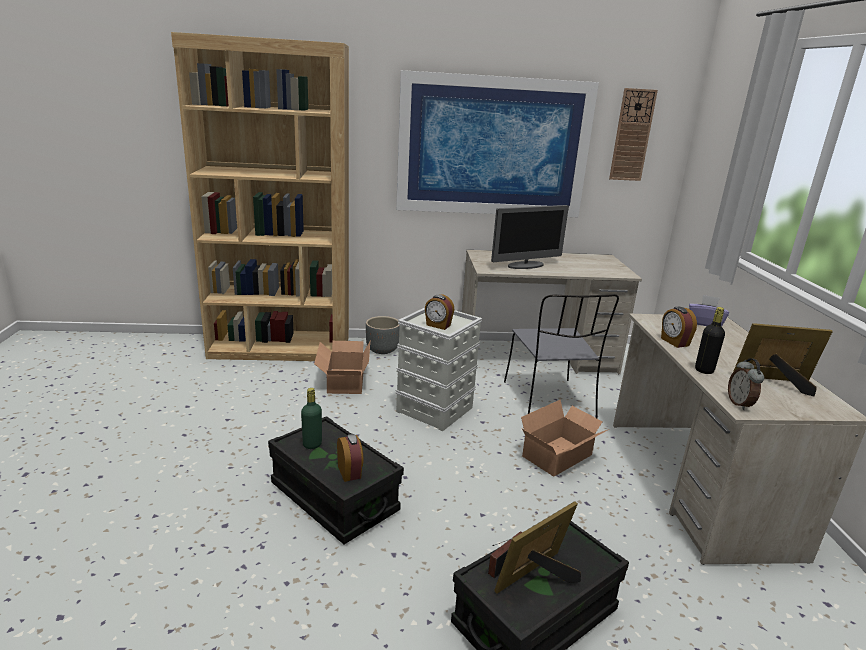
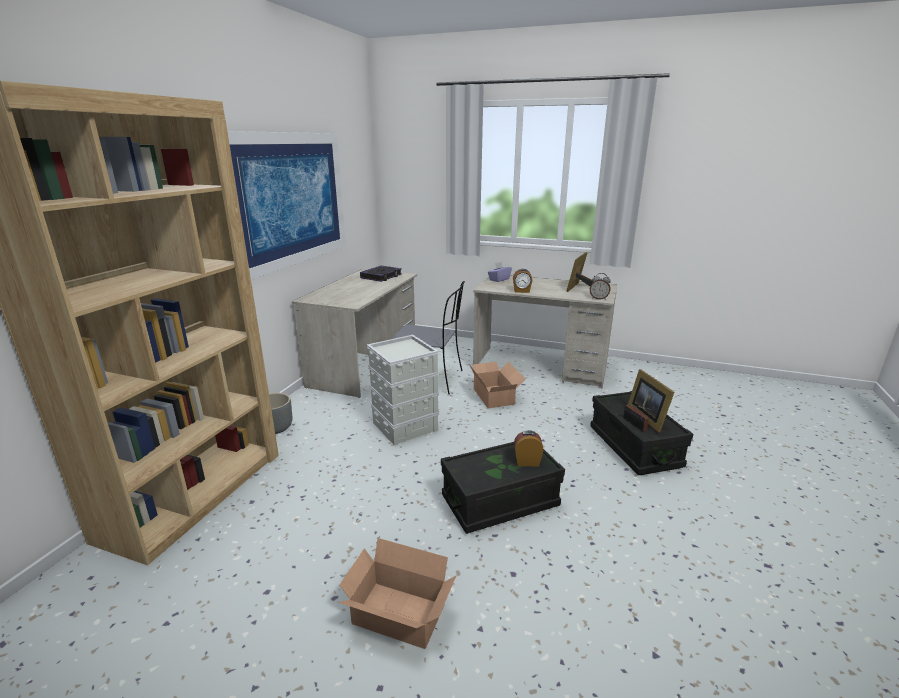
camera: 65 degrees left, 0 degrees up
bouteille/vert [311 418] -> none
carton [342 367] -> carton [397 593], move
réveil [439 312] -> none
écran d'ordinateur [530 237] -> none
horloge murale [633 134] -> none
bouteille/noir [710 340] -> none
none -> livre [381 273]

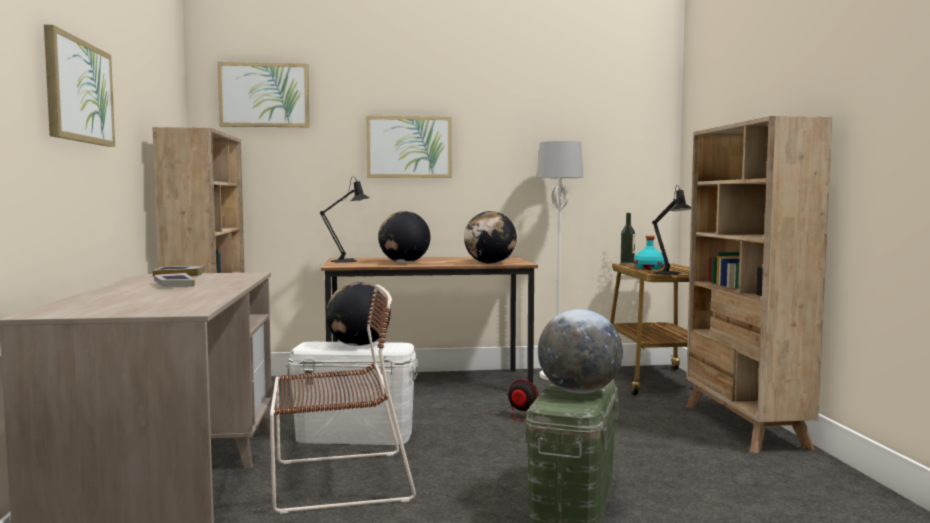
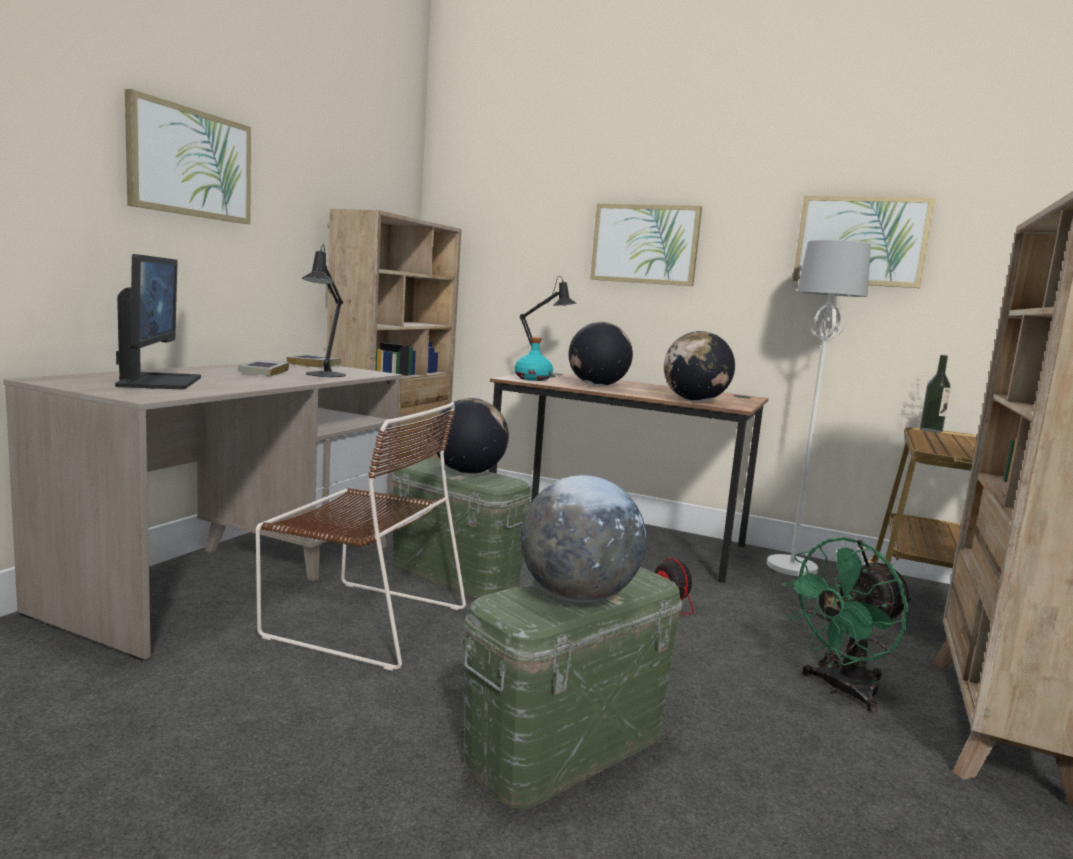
camera: 30 degrees right, 5 degrees up
tableau [263 94] -> tableau [864 241], move
boîte de rangement/blanc [352 393] -> boîte de rangement/vert [462 528]
bouteille/turquoise [649 253] -> bouteille/turquoise [534 359], move
lampe de table/noir [671 230] -> lampe de table/noir [324 311], move
none -> écran d'ordinateur [158 321]
none -> ventilateur/vert [847 625]

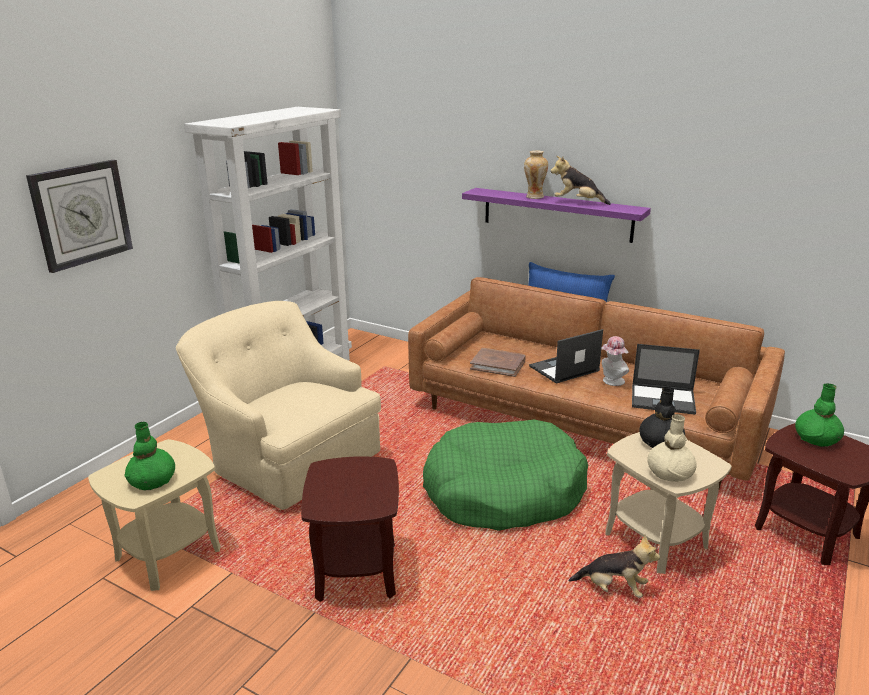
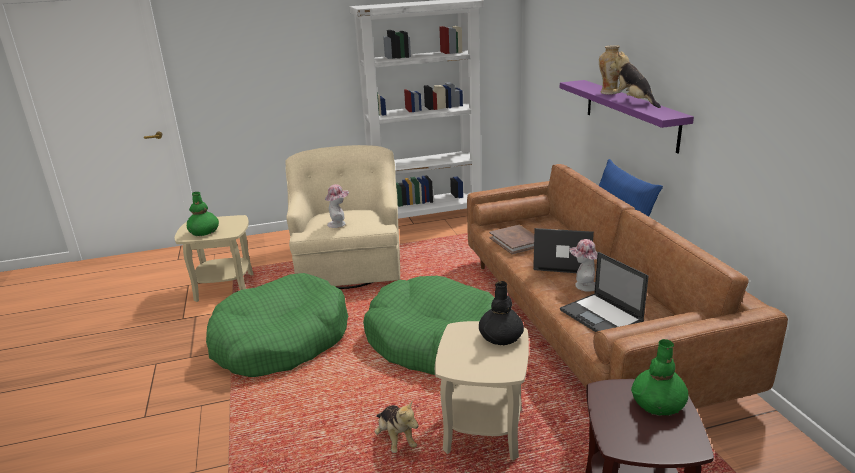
camera: 45 degrees right, 0 degrees up
horloge murale [79 216] -> none
table d'appoint/marron [350 529] -> panier pour chien/vert [277 325]
vase/beige [672 448] -> none
none -> chapeau [337 206]

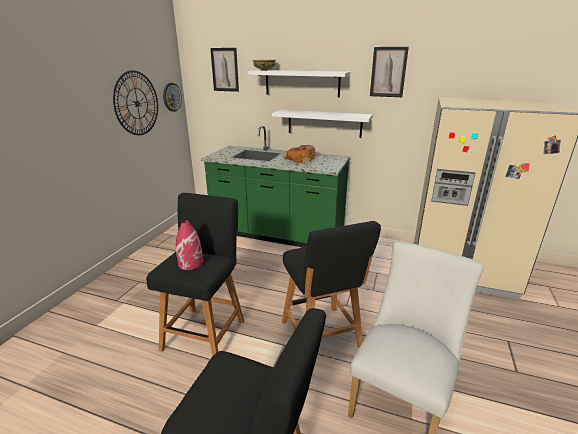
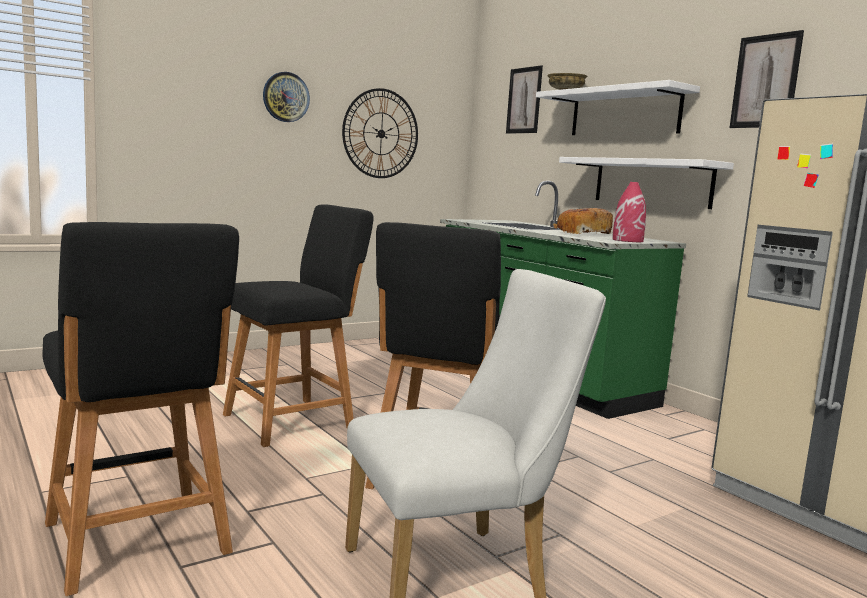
camera: 35 degrees right, 15 degrees down
horloge murale [172 97] -> horloge murale [286 97], move
vase/rouge [189 245] -> vase/rouge [629 212], move

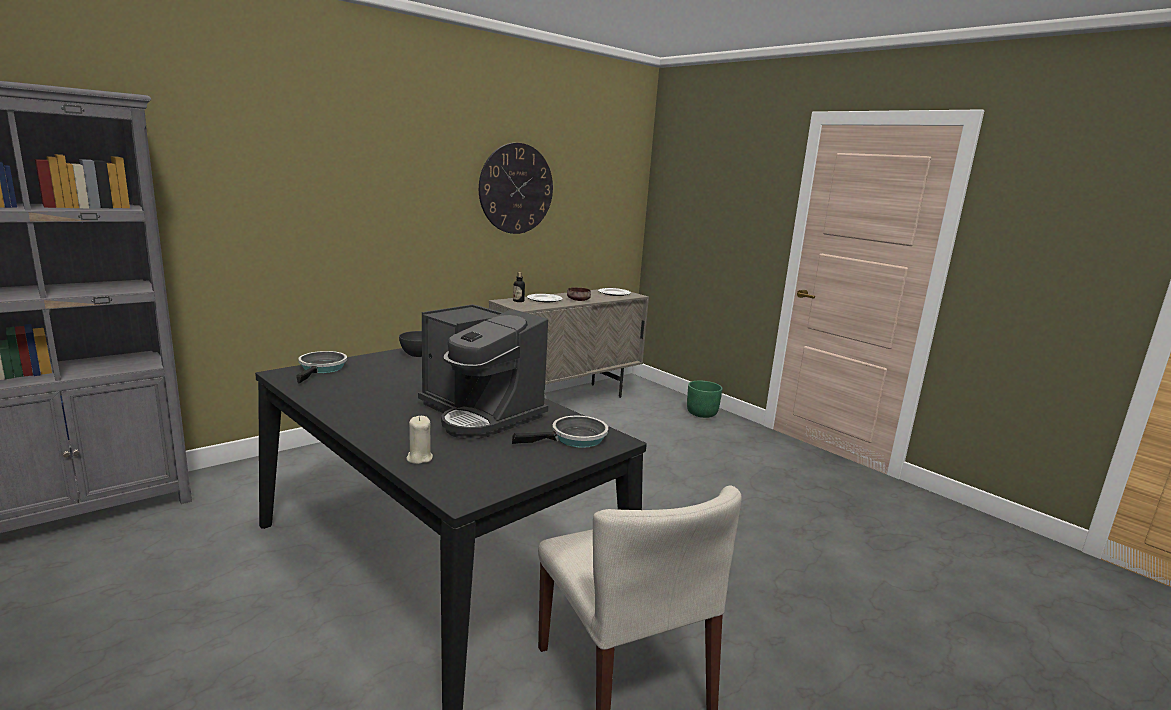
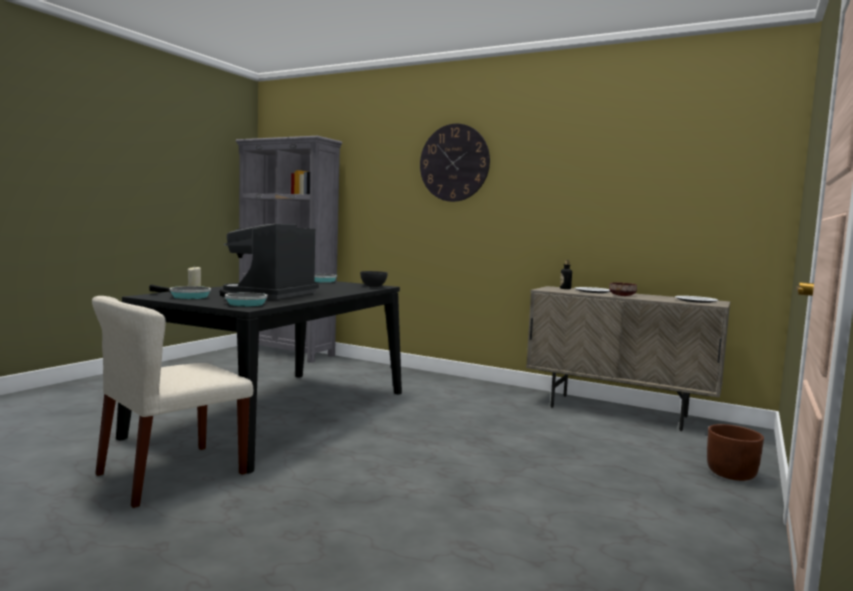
camera: 70 degrees right, 10 degrees down
horloge murale [516 188] -> horloge murale [455 162], move
cache-pot/vert [705 399] -> cache-pot/marron [735 452]
none -> poêle [180 291]

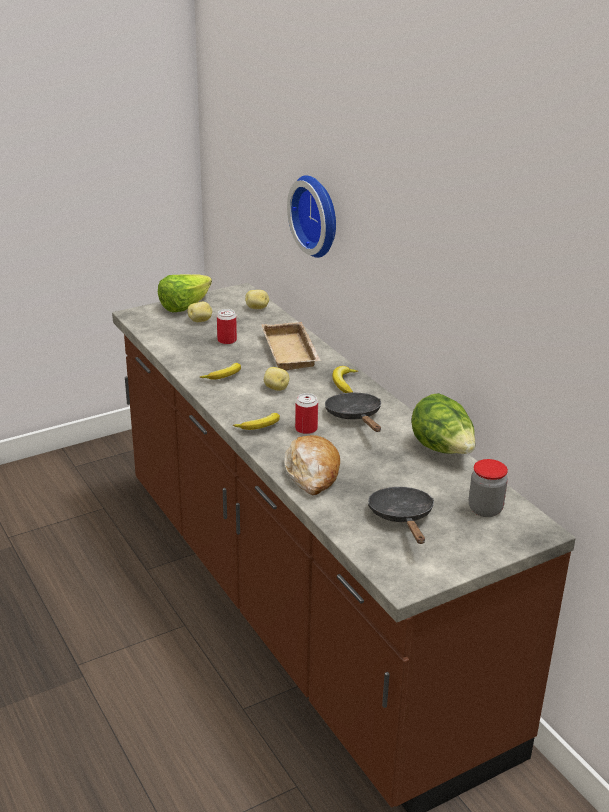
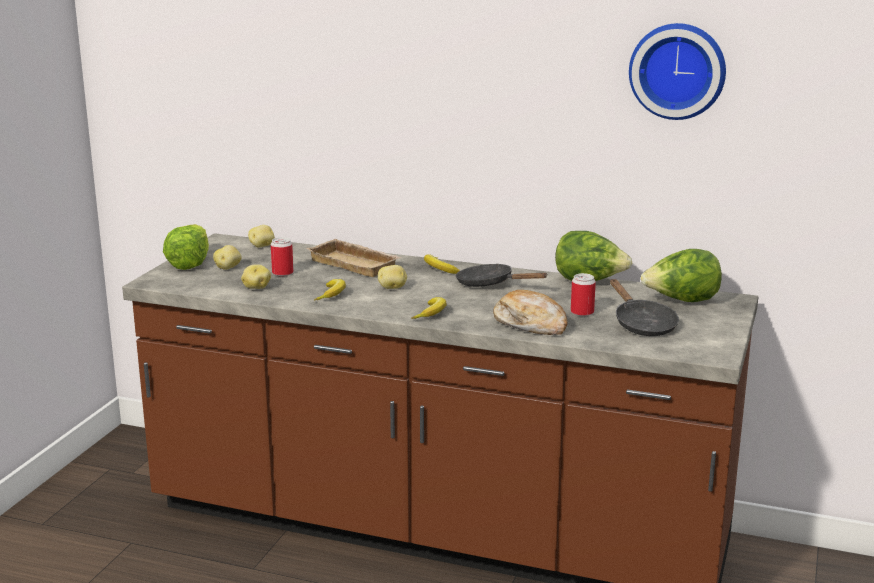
camera: 40 degrees left, 10 degrees down
horloge murale [311 216] -> horloge murale [677 71], move
boîte métallique [306 413] -> boîte métallique [583 294], move
poêle/noir [401 515] -> poêle/noir [644 307], 150 degrees counterclockwise
bocal [488 488] -> laitue [681 275]
none -> pomme de terre [256 276]

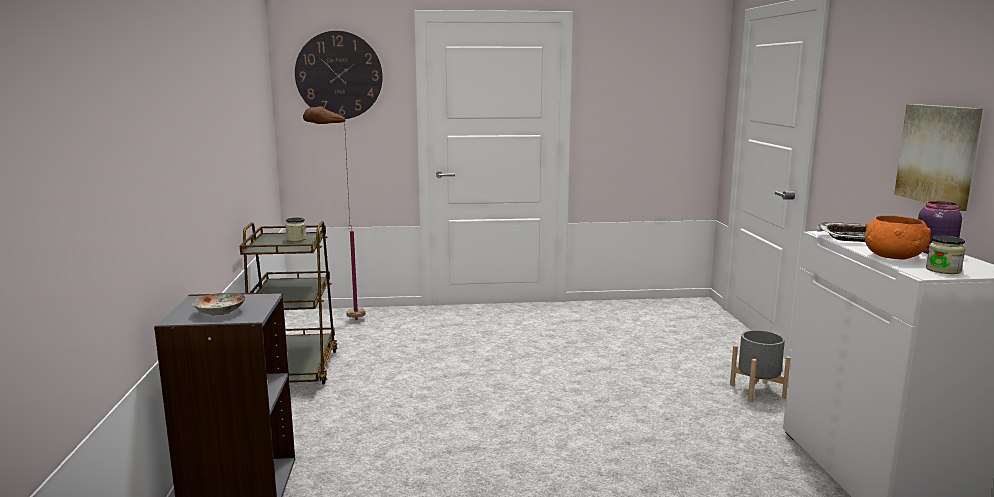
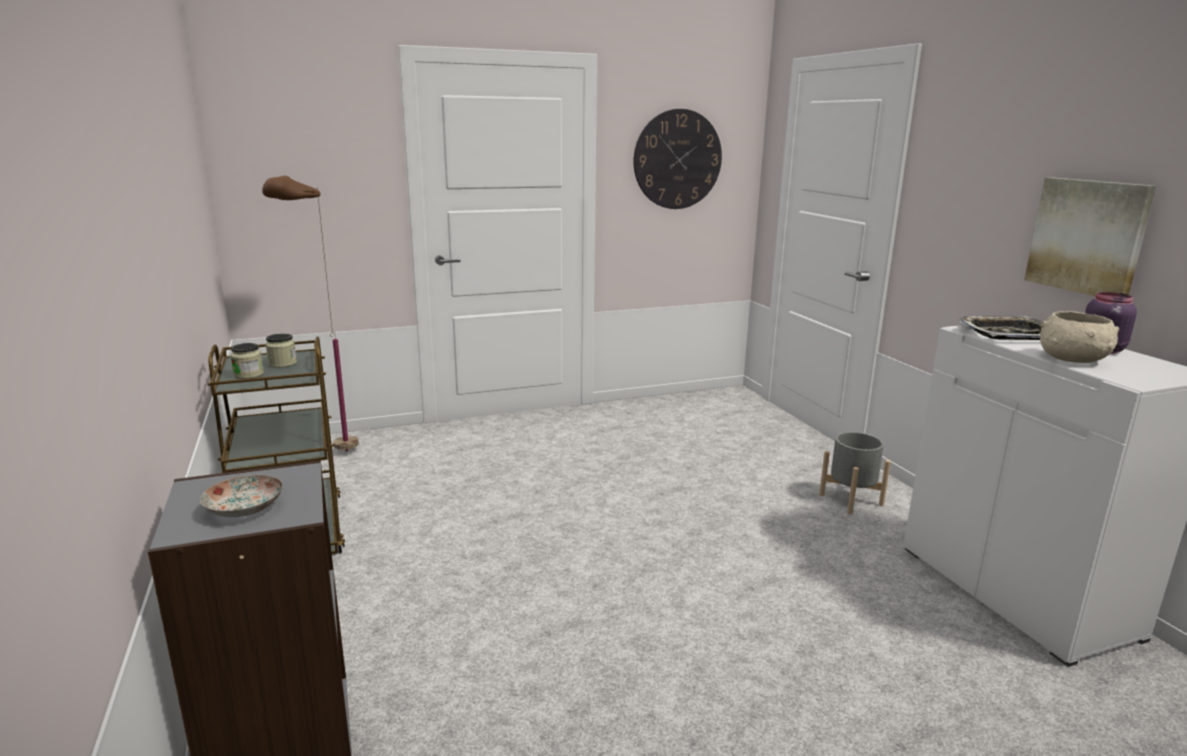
camera: 15 degrees left, 5 degrees up
horloge murale [339 75] -> horloge murale [678 159], move
bol/orange [898 237] -> bol/beige [1079 337]
bocal [945 254] -> bocal [247 361], move

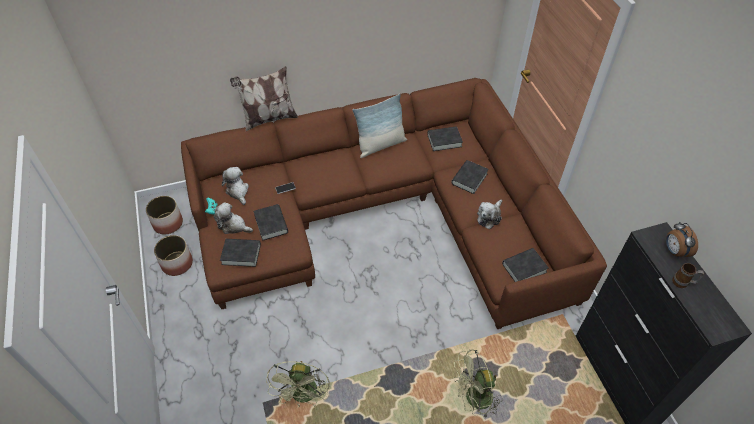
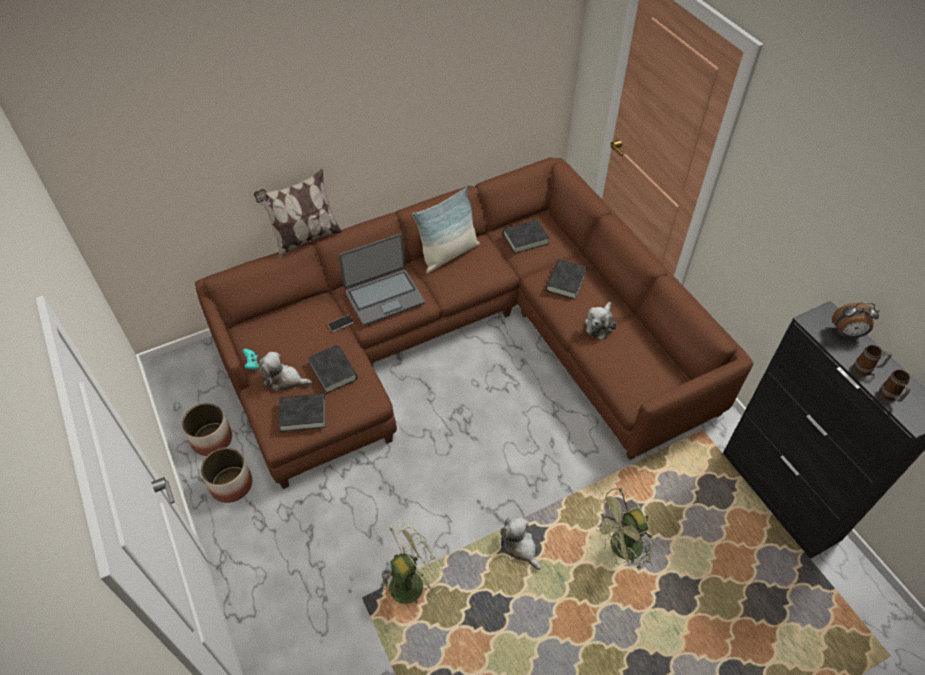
camera: 10 degrees left, 0 degrees up
cache-pot [164 215] -> cache-pot [226 475], move
peluche [235 186] -> peluche [521 543], move
ventilateur/vert [298 384] -> ventilateur/vert [412 561], 120 degrees counterclockwise
livre/noir [525 265] -> none
réveil [682 240] -> réveil [856 320], 60 degrees counterclockwise
none -> ordinateur portable [382 279]
none -> mug [895 385]

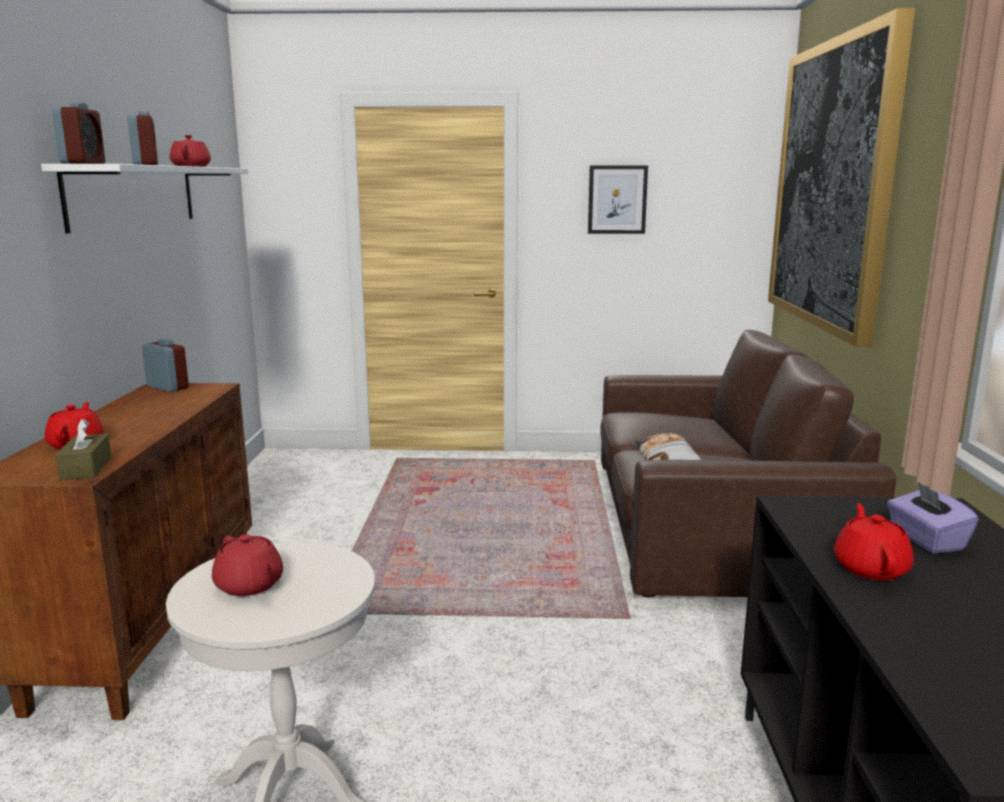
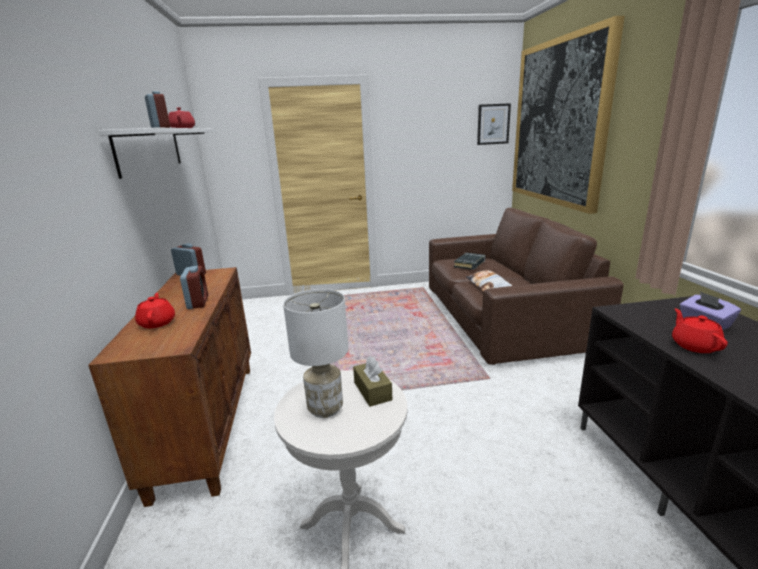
camera: 10 degrees left, 5 degrees up
réveil [78 133] -> réveil [194 287], move
boîte à mouchoirs/marron [83 449] -> boîte à mouchoirs/marron [373 381], move
théière/rouge [247 565] -> lampe de table/blanc [316 353]
tableau [618 200] -> tableau [494 124], move
none -> livre/noir [470 261]

